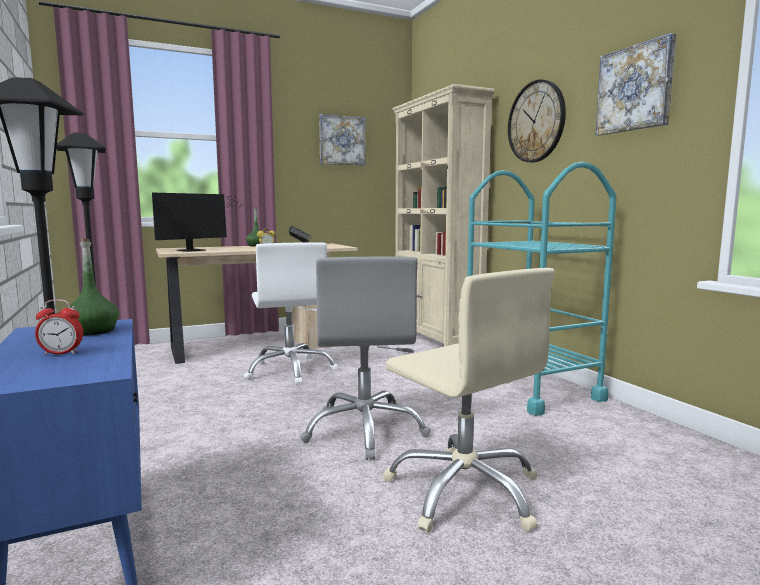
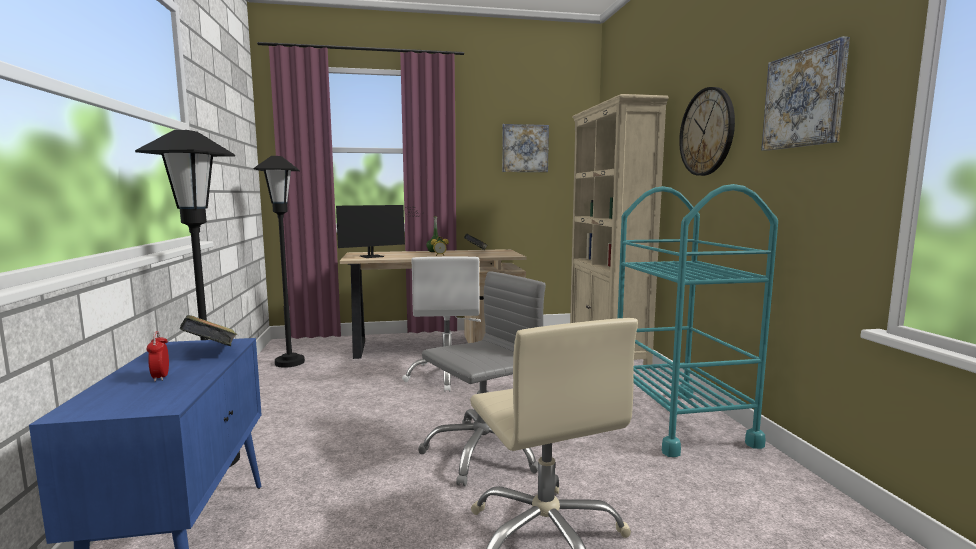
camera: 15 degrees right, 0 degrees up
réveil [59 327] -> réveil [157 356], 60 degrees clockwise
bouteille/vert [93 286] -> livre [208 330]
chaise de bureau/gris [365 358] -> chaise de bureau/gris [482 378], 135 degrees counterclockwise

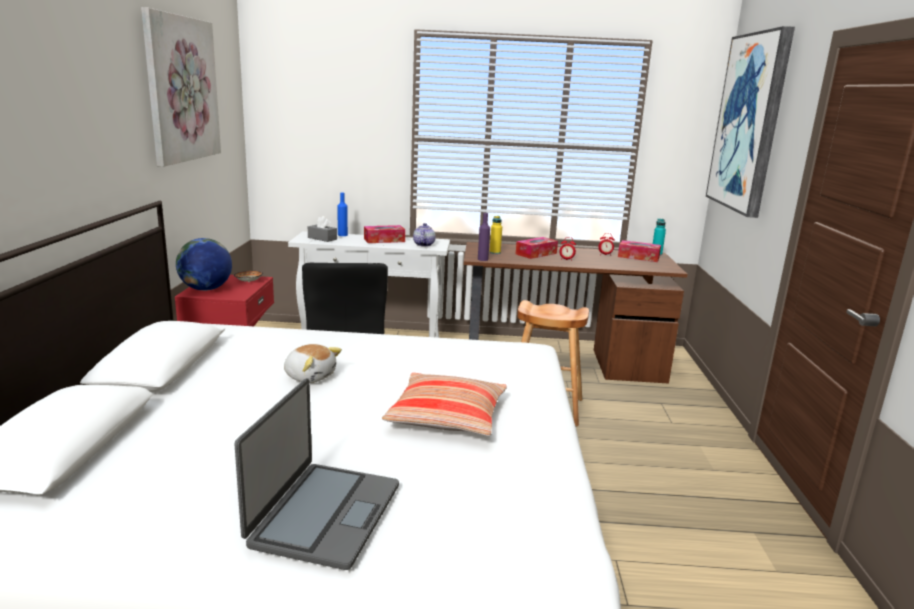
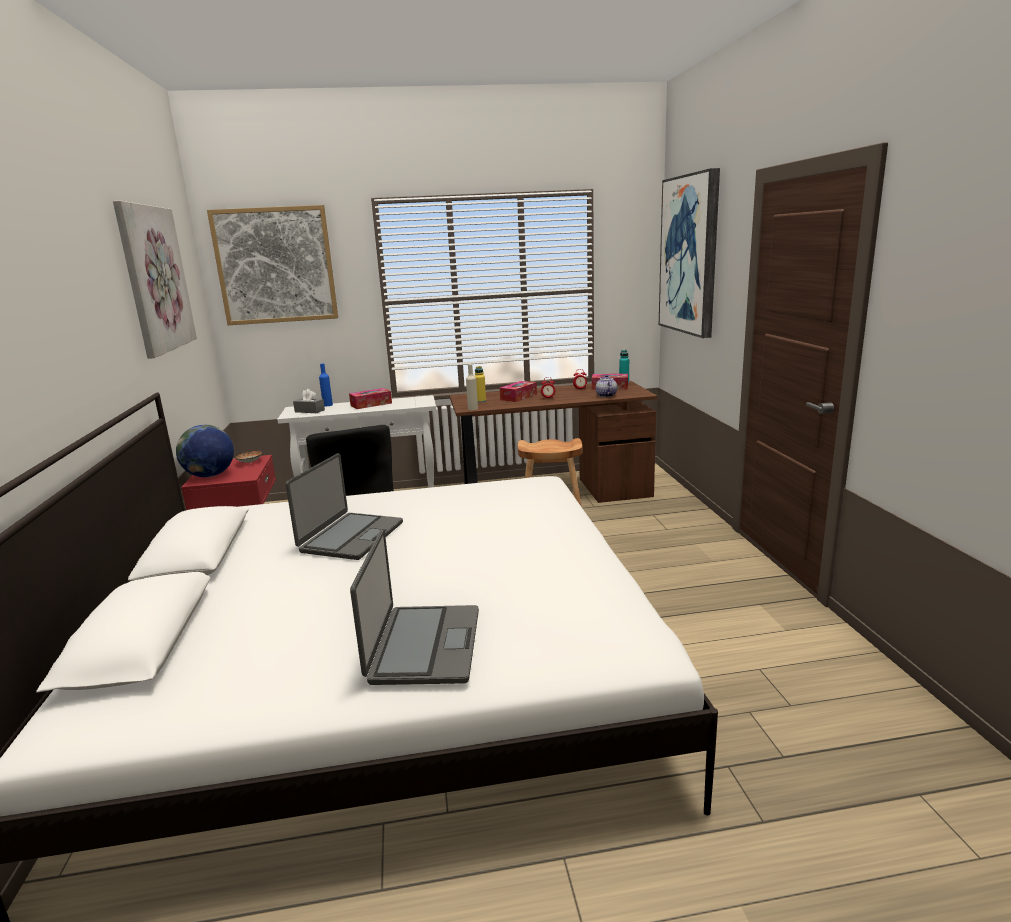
camera: 10 degrees left, 0 degrees up
peluche [313 363] -> ordinateur portable [344 506]
coussin [444 404] -> none
théière [424 235] -> théière [606 386], move
bouteille/violet [484 237] -> bouteille/beige [472 387]
none -> tableau [272 265]

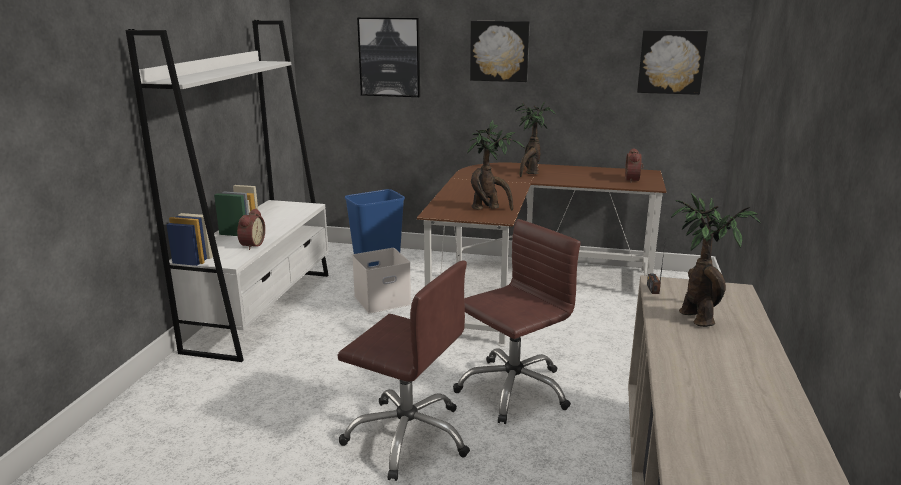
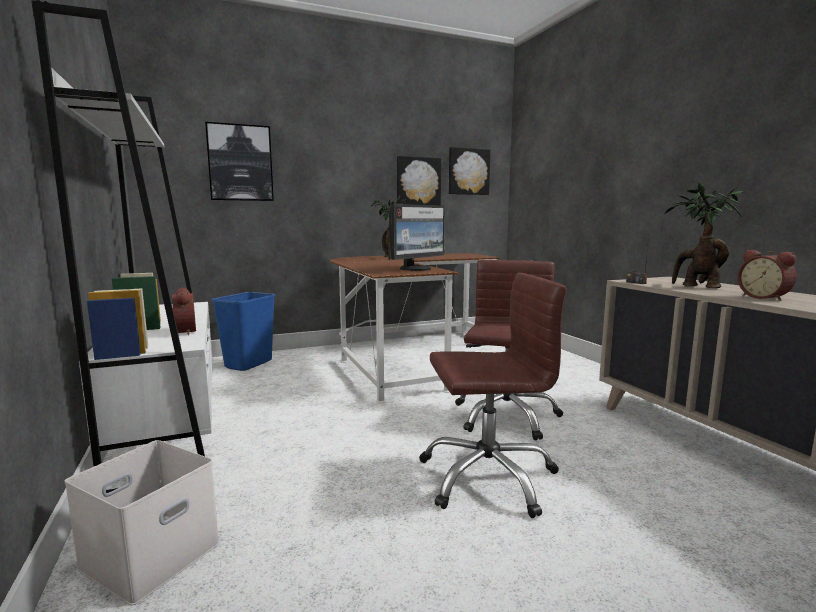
camera: 35 degrees left, 10 degrees down
boîte de rangement/blanc [381 280] -> boîte de rangement/blanc [142 522], move
plante en pot [496 165] -> écran d'ordinateur [417 237]
tableau [500 51] -> tableau [419 180], move
réveil [634 165] -> réveil [767 275], move

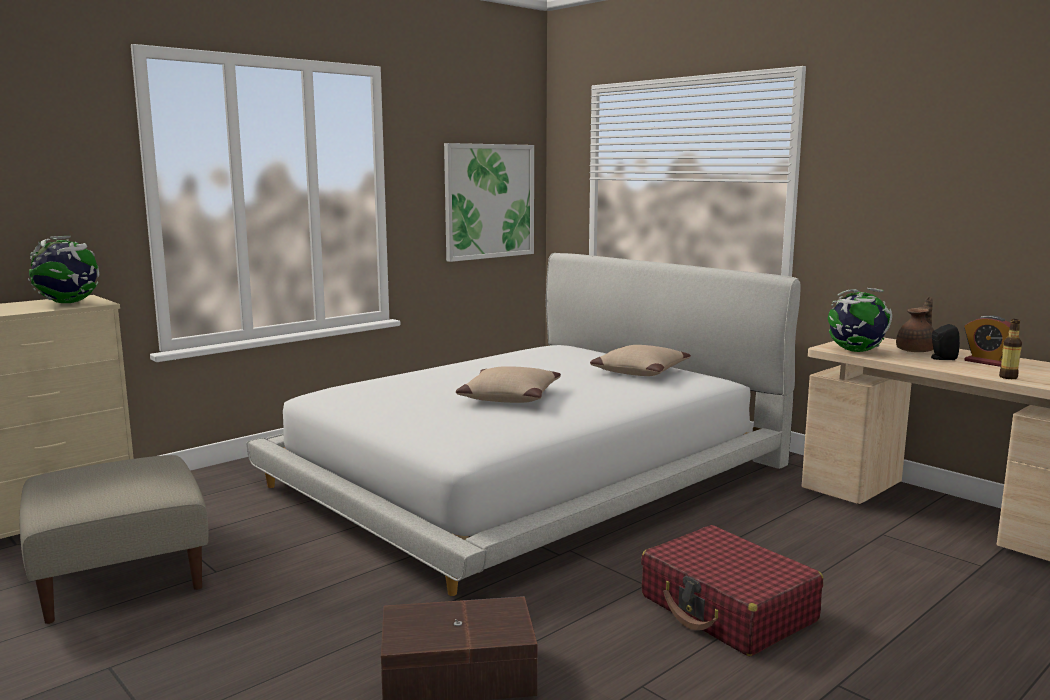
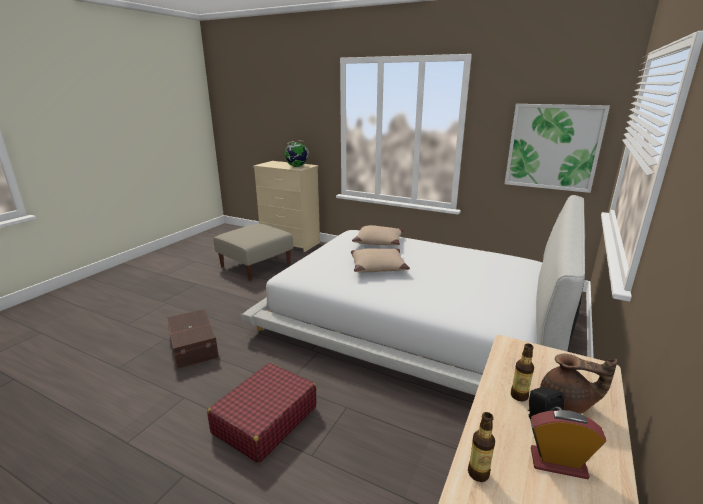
camera: 70 degrees right, 10 degrees up
coussin/beige [640 360] -> coussin/beige [378 235], move
globe [860 320] -> none
réveil [987 341] -> réveil [568 444], 75 degrees clockwise
none -> bouteille [522 372]

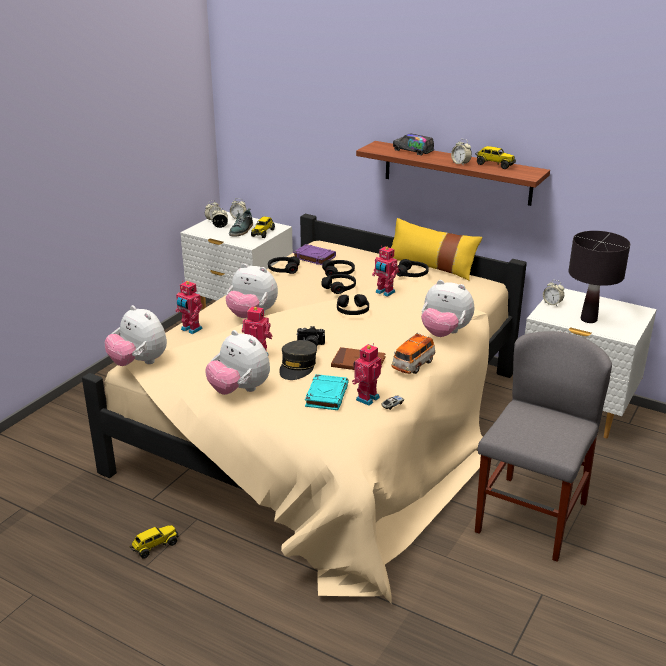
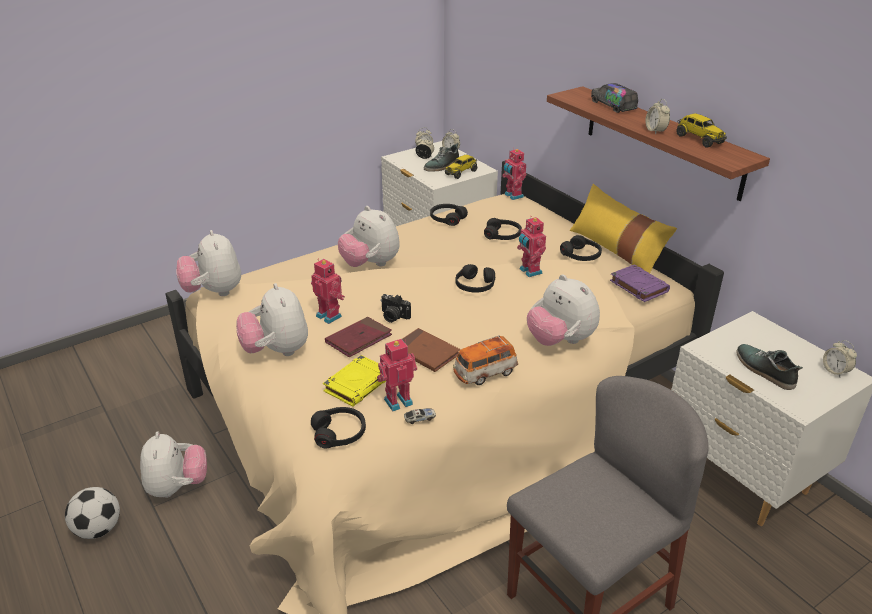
camera: 25 degrees right, 5 degrees up
camion jouet [154 542] -> peluche [173 465]
robot jouet [189 307] -> robot jouet [514 174], move
casquette/gris [298 360] -> livre/rouge [358 337]
livre/violet [314 254] -> livre/violet [640 283], move
livre/turquoise [327 392] -> livre/jaune [354 381]
casque audio/noir [338 284] -> casque audio/noir [338 427], move
réveil [553 293] -> réveil [840 359], move
lampe de table/noir [599 277] -> chaussure [769 367]
none -> ballon de foot [92 513]

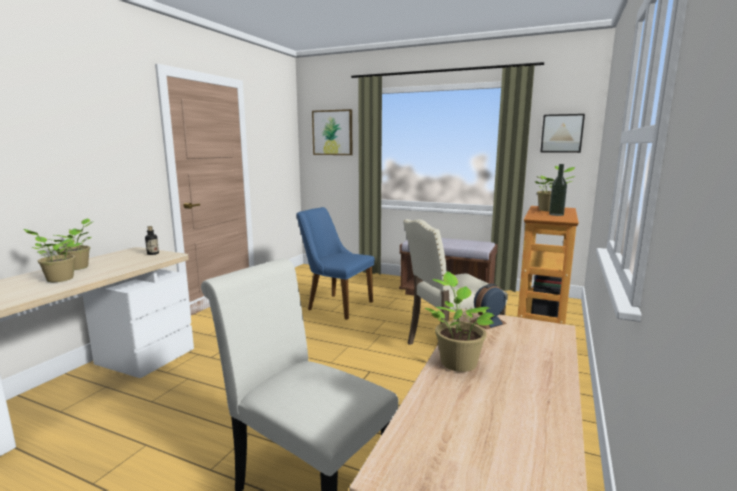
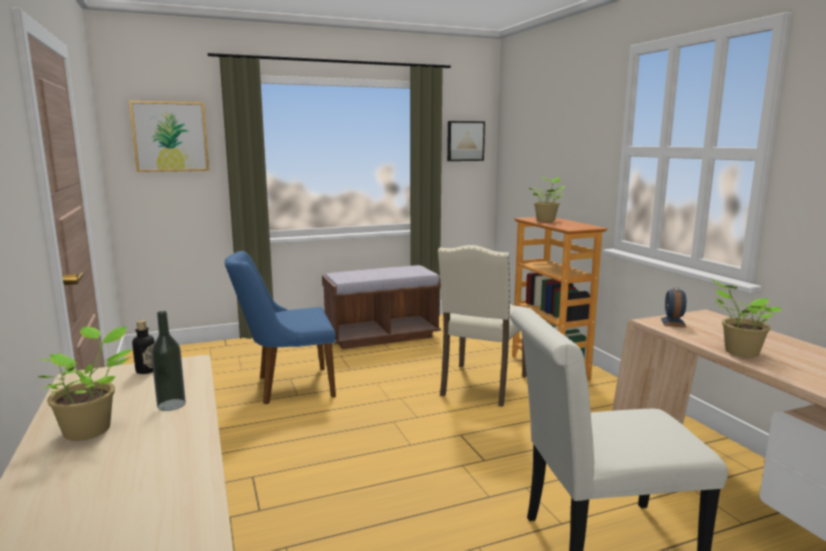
camera: 45 degrees left, 0 degrees up
plante en pot [52 255] -> none
bouteille [558 190] -> bouteille [168 361], move

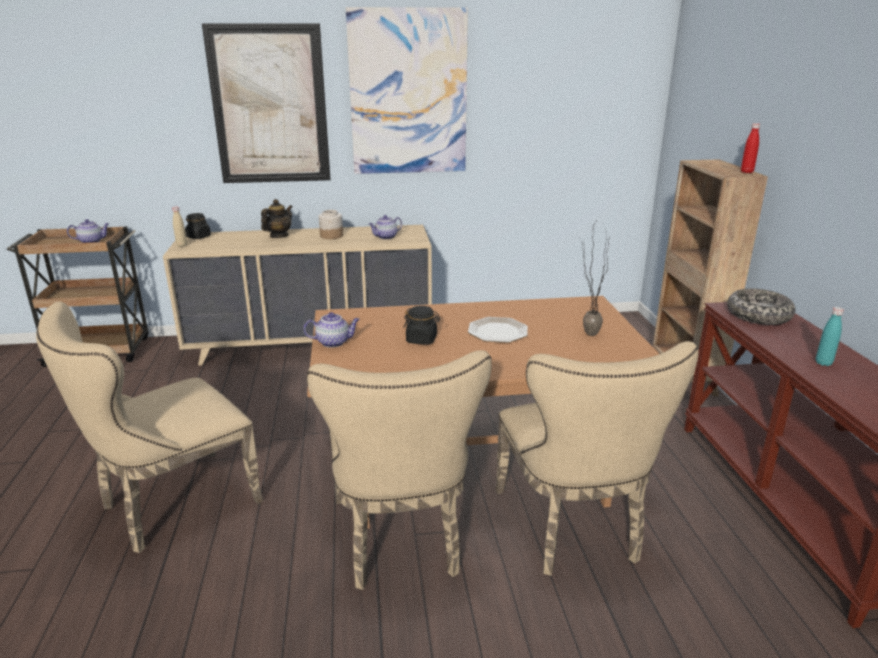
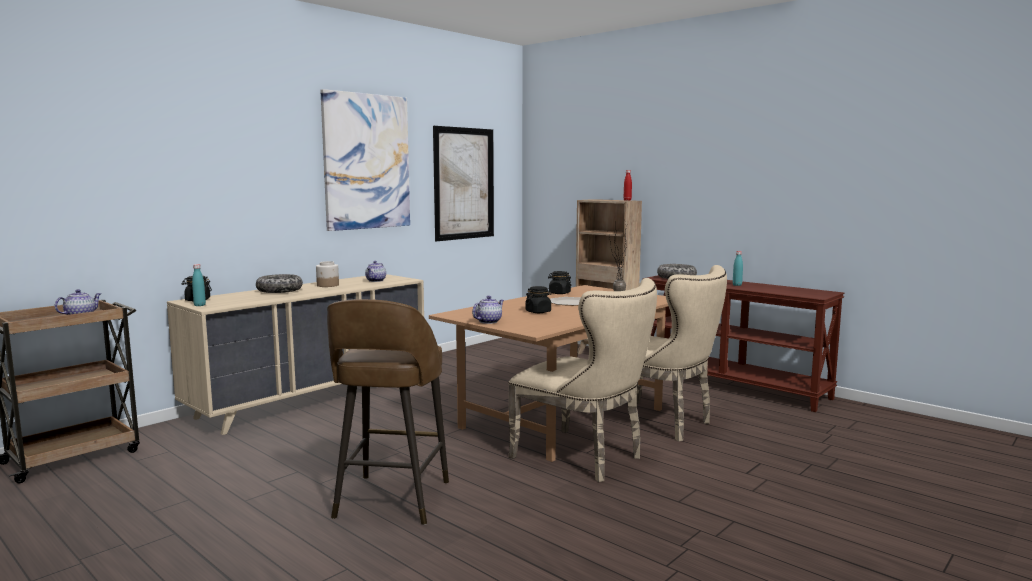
camera: 40 degrees left, 15 degrees down
chaise/beige [149 427] -> tabouret/marron [388 412]
bouteille/beige [179 227] -> bouteille/turquoise [199 285]
tableau [266 103] -> tableau [463 183], move
théière [276 218] -> bol [279 283]
none -> bocal/noir [560 282]

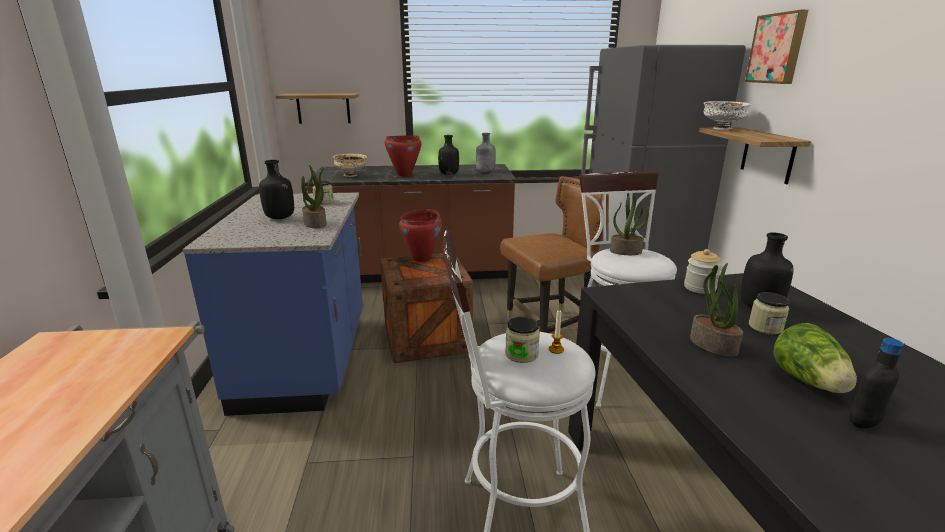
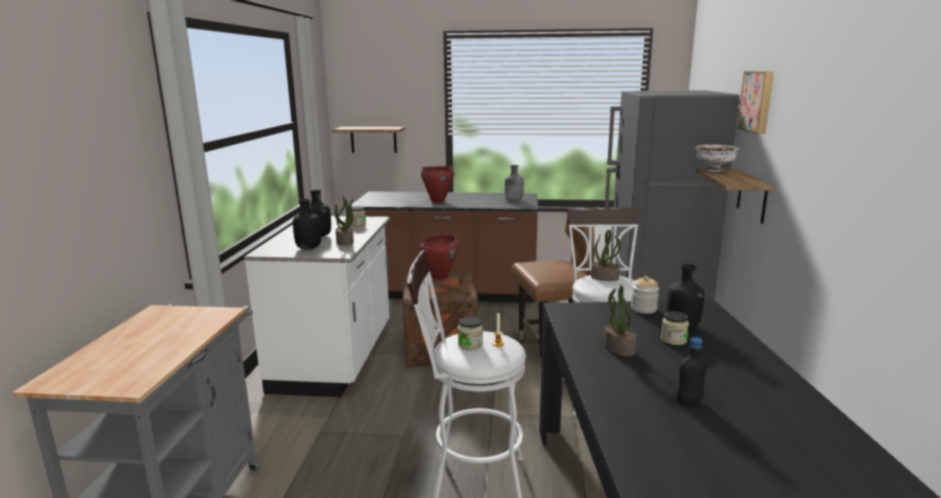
camera: 10 degrees right, 5 degrees down
comptoir de cuisine/bleu [273 304] -> comptoir de cuisine/blanc [317 306]
bol/beige [350 165] -> none
bouteille/noir [448 155] -> bouteille/noir [307 224], move
laitue [815 358] -> none

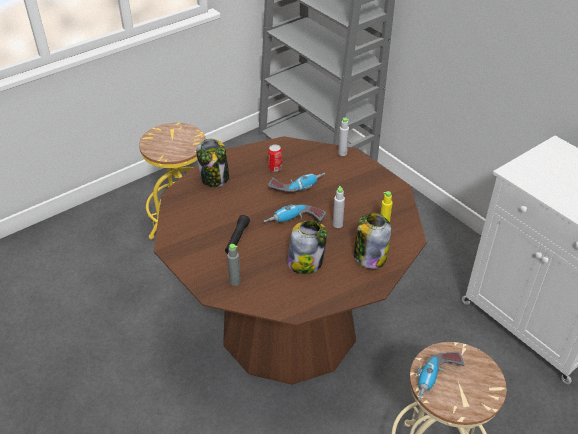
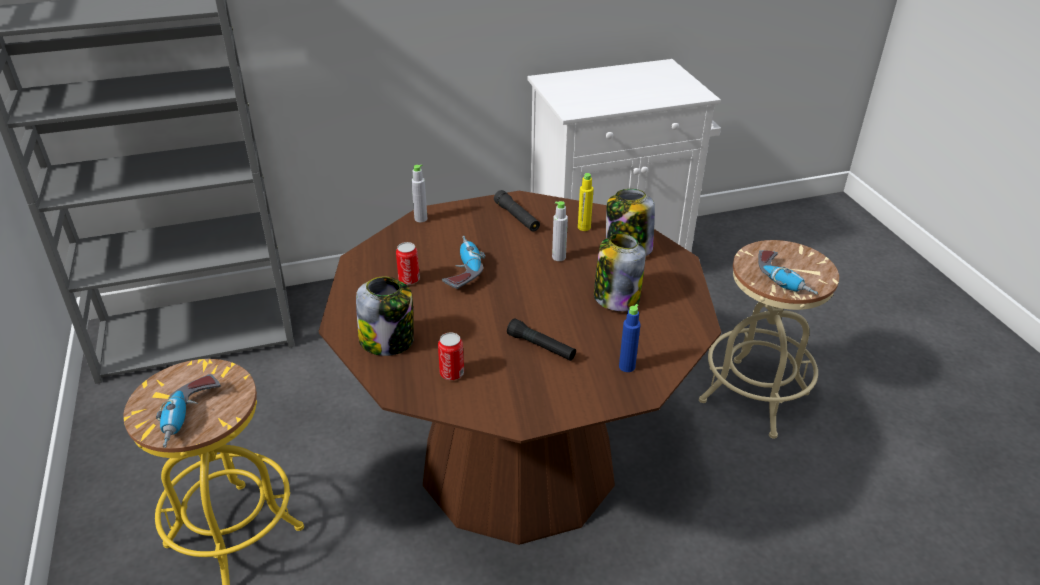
camera: 70 degrees left, 5 degrees down
bouteille/gris [234 265] -> bouteille/bleu [630 338]
perceuse [295 213] -> perceuse [188 411], move
none -> boîte métallique [451 356]
none -> lampe de poche/noir [517 211]

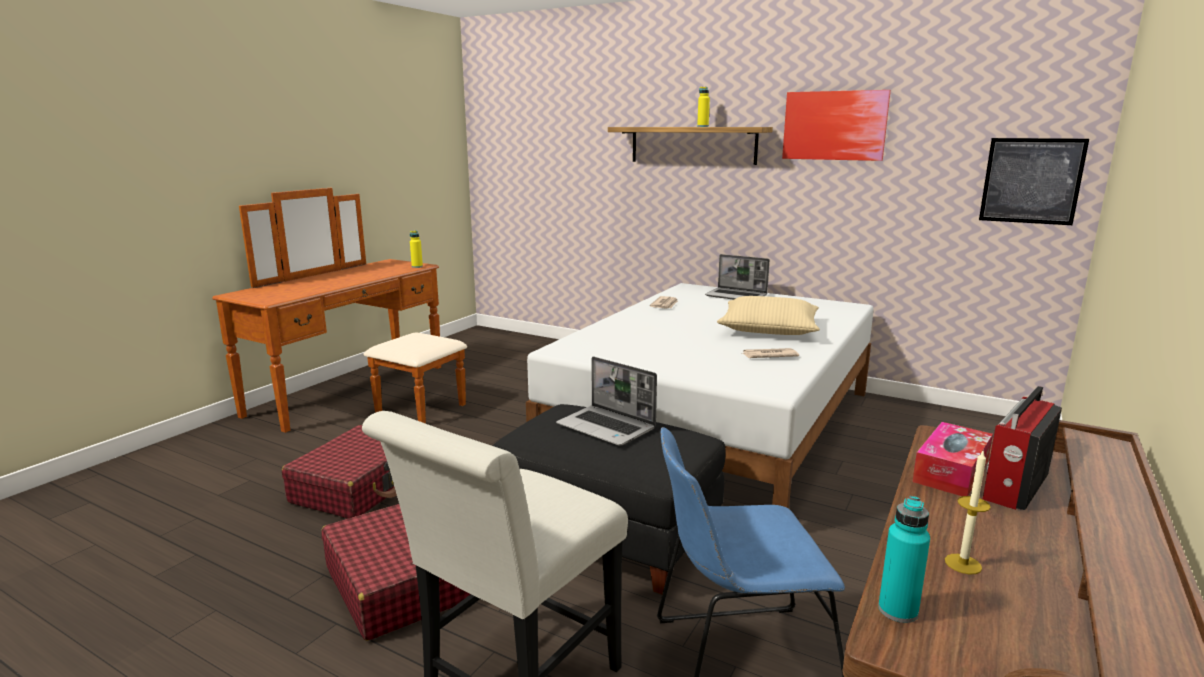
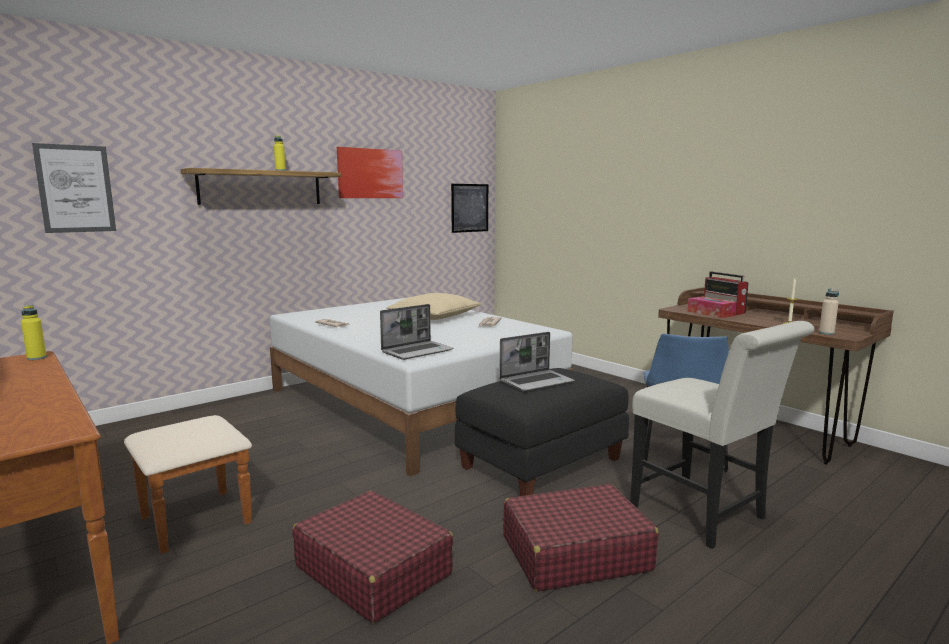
camera: 70 degrees left, 5 degrees down
ordinateur portable [737 277] -> ordinateur portable [416 332], move
bouteille/turquoise [904 559] -> bouteille/beige [829 312]
none -> tableau [74 188]

